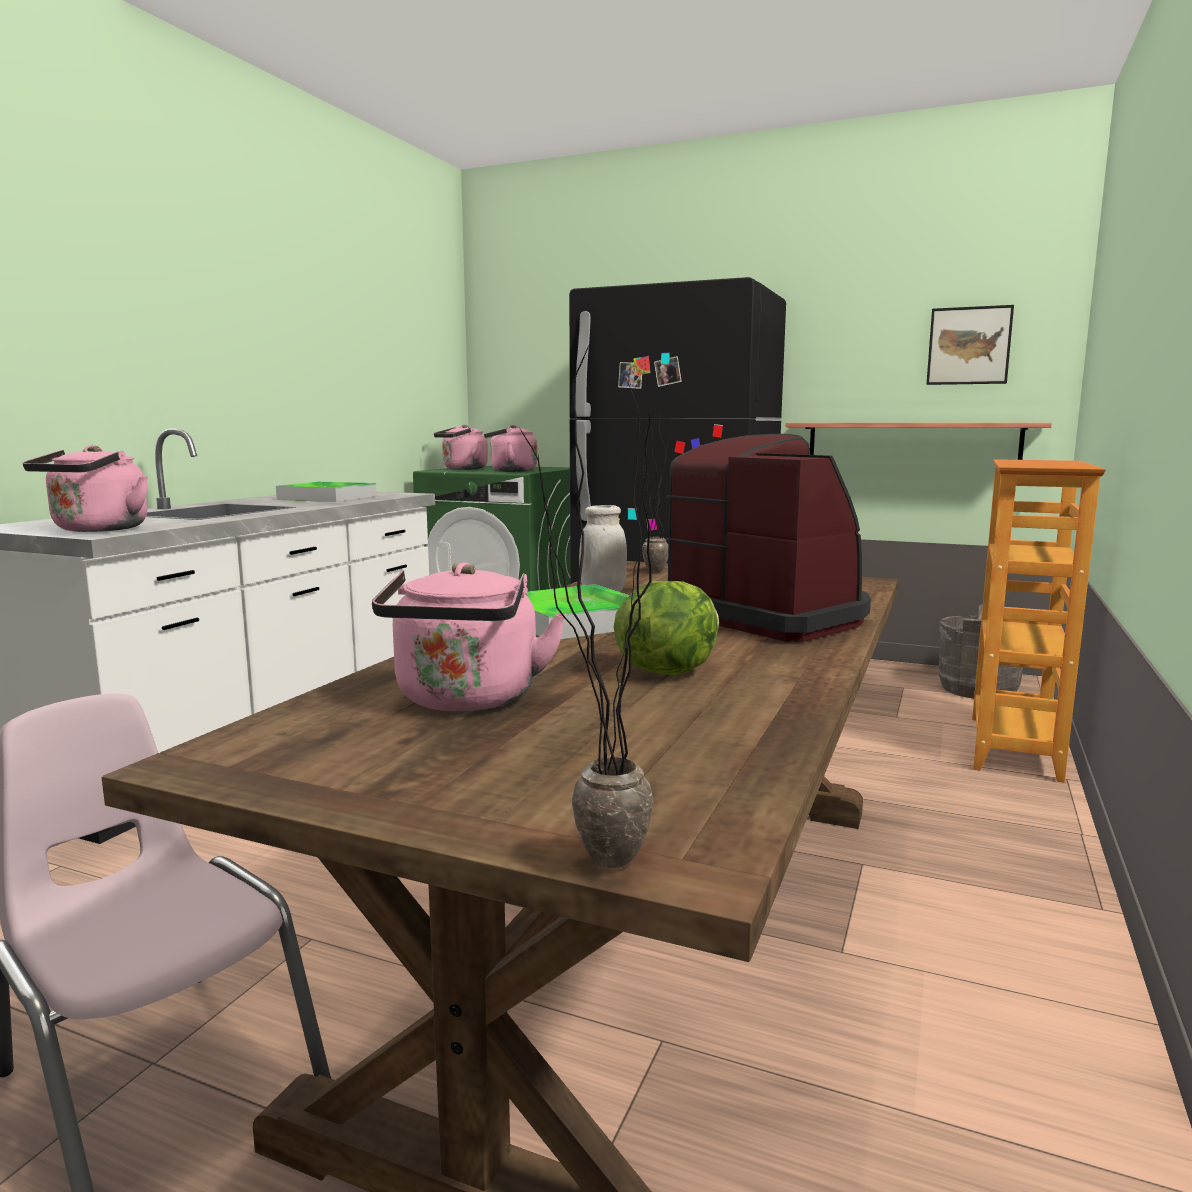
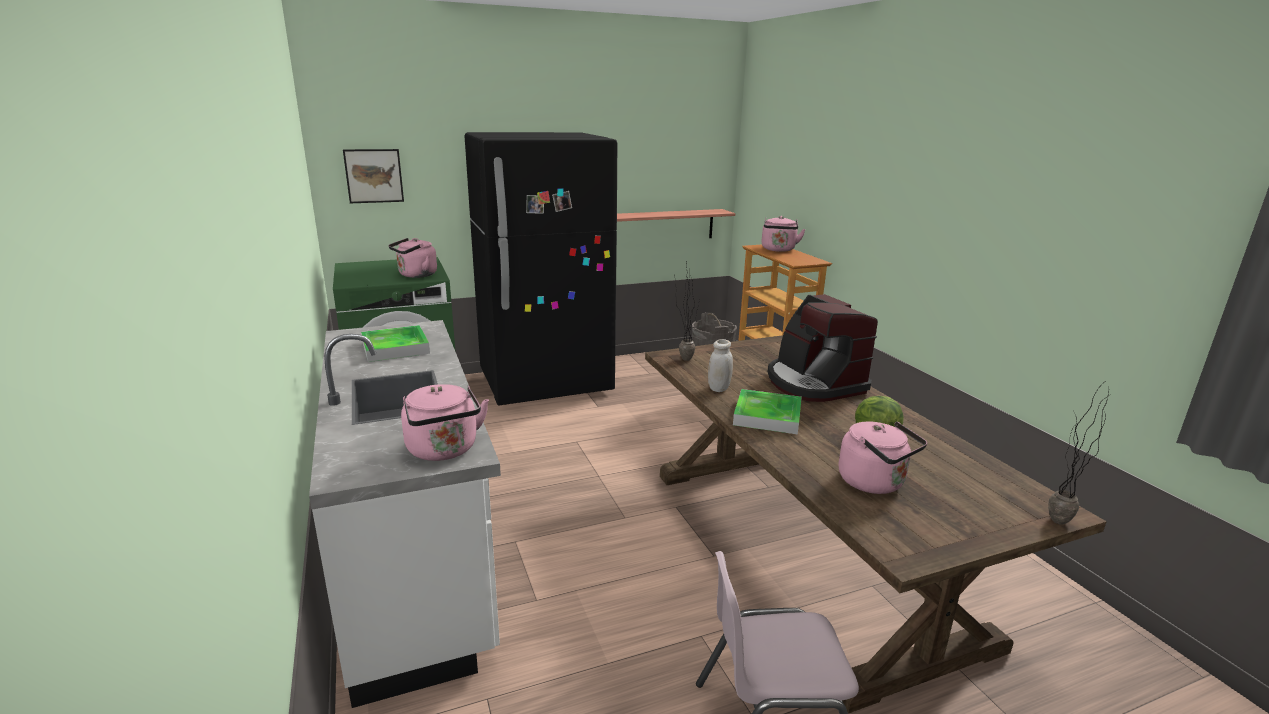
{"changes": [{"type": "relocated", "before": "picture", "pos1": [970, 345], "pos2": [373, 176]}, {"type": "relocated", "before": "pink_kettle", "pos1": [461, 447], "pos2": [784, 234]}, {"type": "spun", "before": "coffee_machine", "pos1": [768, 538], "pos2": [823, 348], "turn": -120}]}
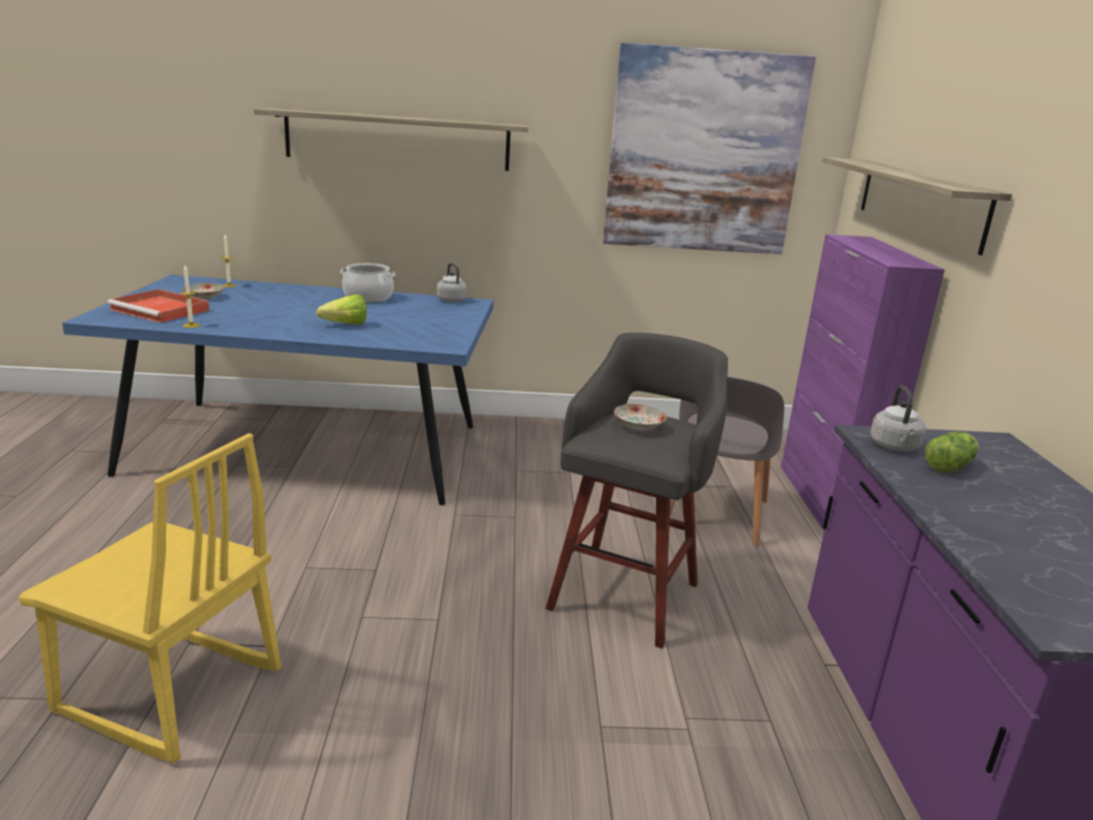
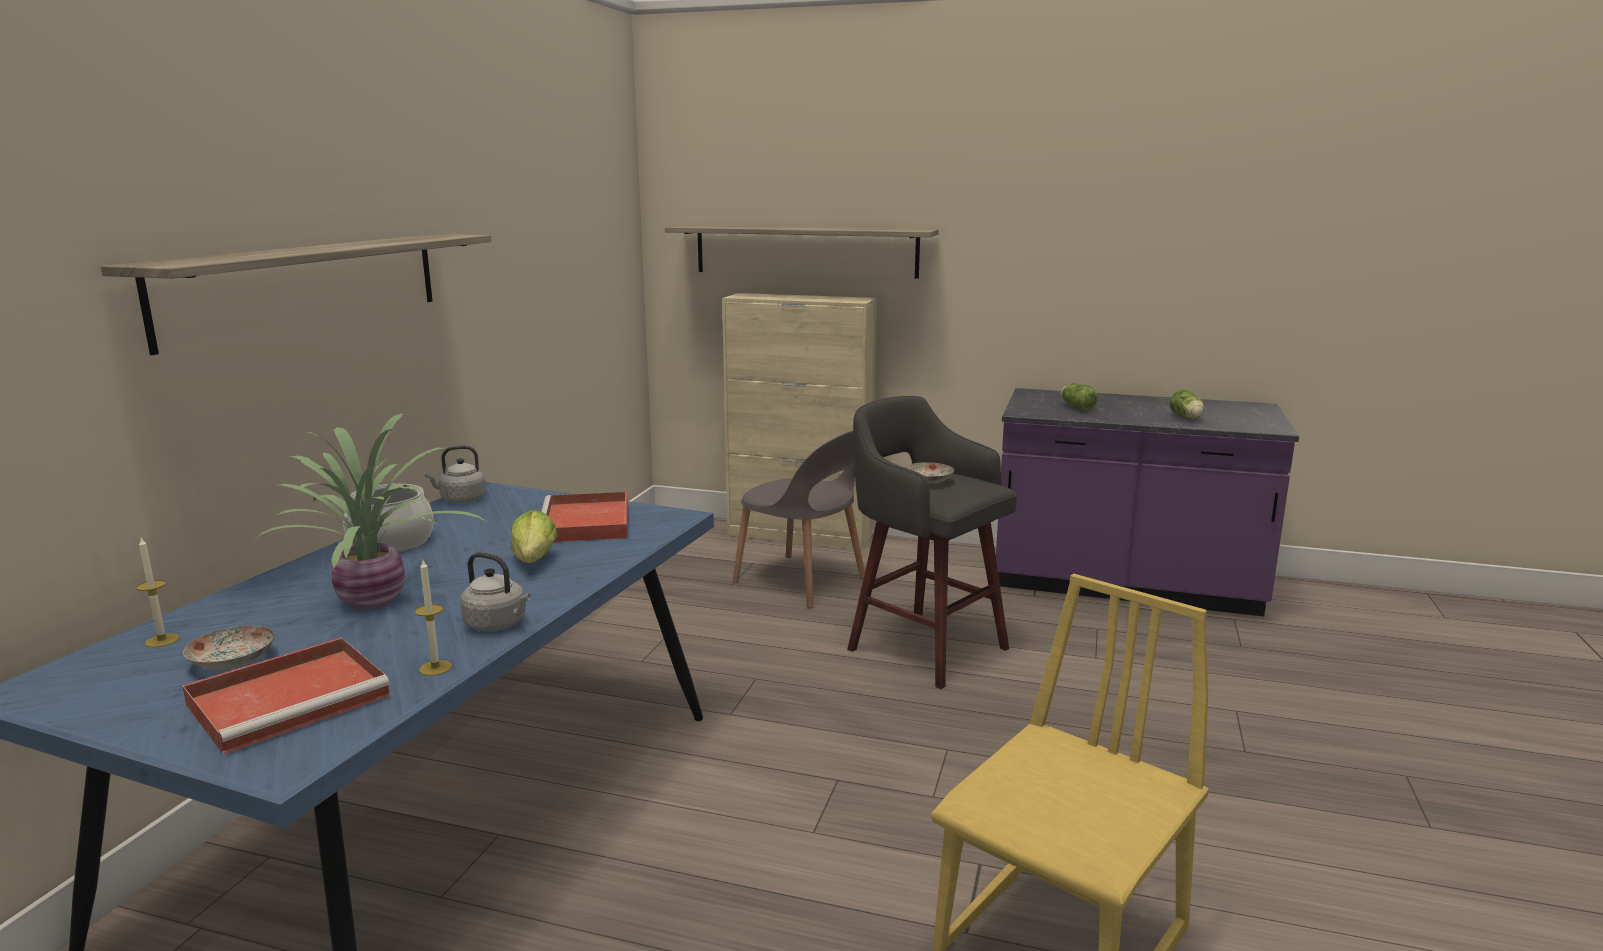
{"changes": [{"type": "missing", "before": "picture", "pos1": [709, 148]}, {"type": "colour", "before": "purple_cabinet", "after": "beige_cabinet", "pos1": [863, 382], "pos2": [799, 421]}, {"type": "relocated", "before": "grey_kettle", "pos1": [898, 418], "pos2": [495, 591]}, {"type": "appeared", "after": "lettuce", "pos2": [1186, 404]}, {"type": "appeared", "after": "potted_plant", "pos2": [370, 511]}, {"type": "appeared", "after": "red_tray", "pos2": [585, 517]}]}
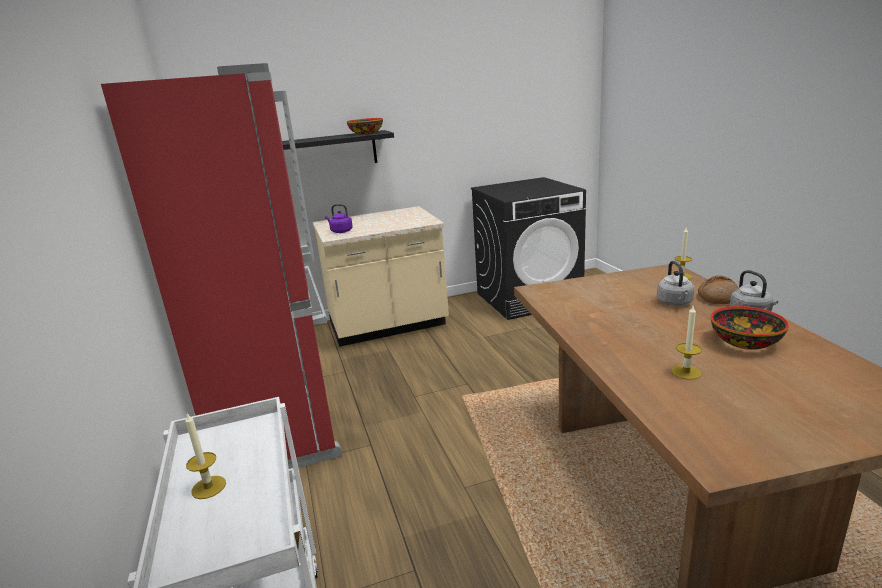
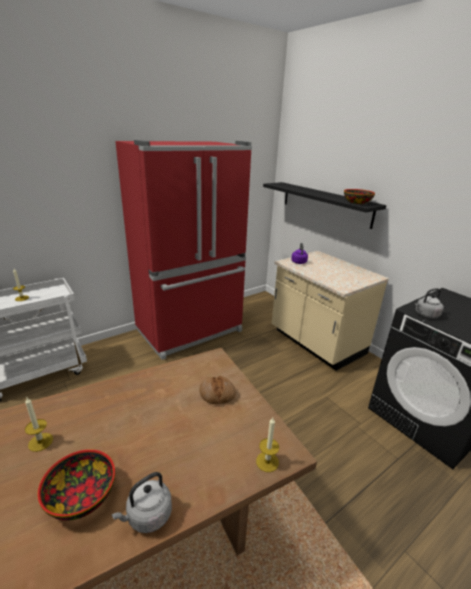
{"changes": [{"type": "relocated", "before": "grey_kettle", "pos1": [676, 283], "pos2": [429, 303]}, {"type": "relocated", "before": "bread", "pos1": [718, 290], "pos2": [217, 390]}]}
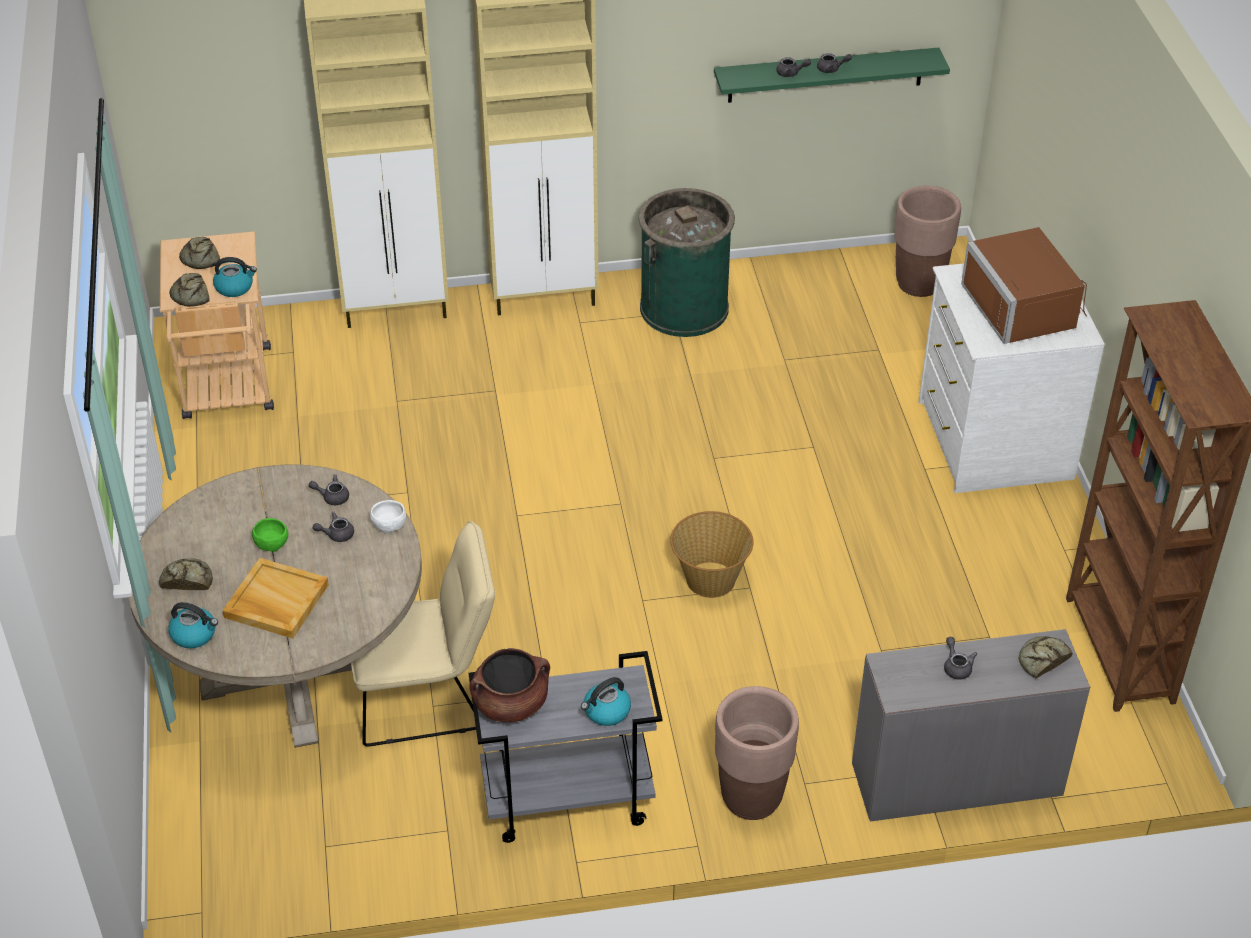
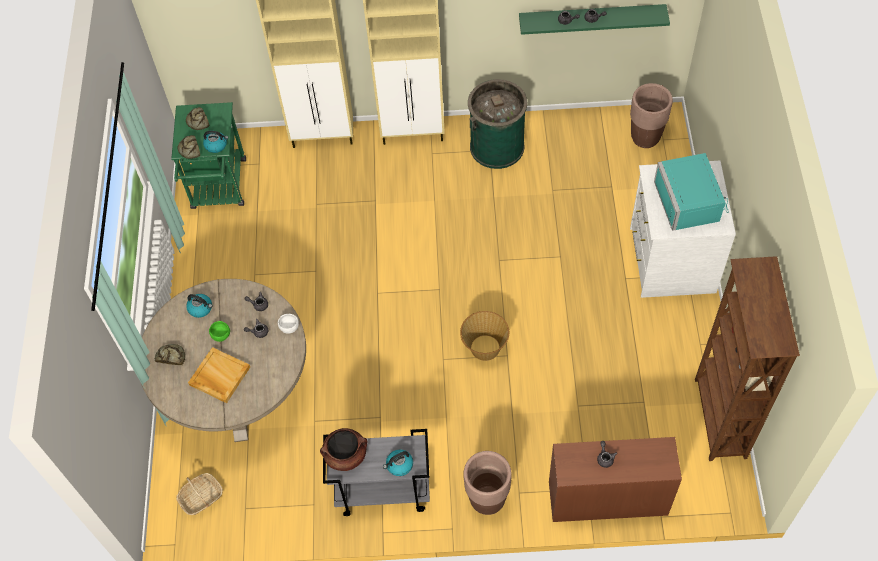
{"changes": [{"type": "colour", "before": "brown_microwave", "after": "turquoise_microwave", "pos1": [1024, 285], "pos2": [691, 192]}, {"type": "colour", "before": "beige_cart", "after": "green_cart", "pos1": [217, 325], "pos2": [208, 155]}, {"type": "missing", "before": "beige_chair", "pos1": [423, 634]}, {"type": "relocated", "before": "kettle", "pos1": [193, 625], "pos2": [199, 306]}, {"type": "colour", "before": "grey_desk", "after": "brown_desk", "pos1": [971, 725], "pos2": [615, 479]}, {"type": "missing", "before": "bread", "pos1": [1046, 657]}, {"type": "appeared", "after": "basket", "pos2": [199, 494]}]}
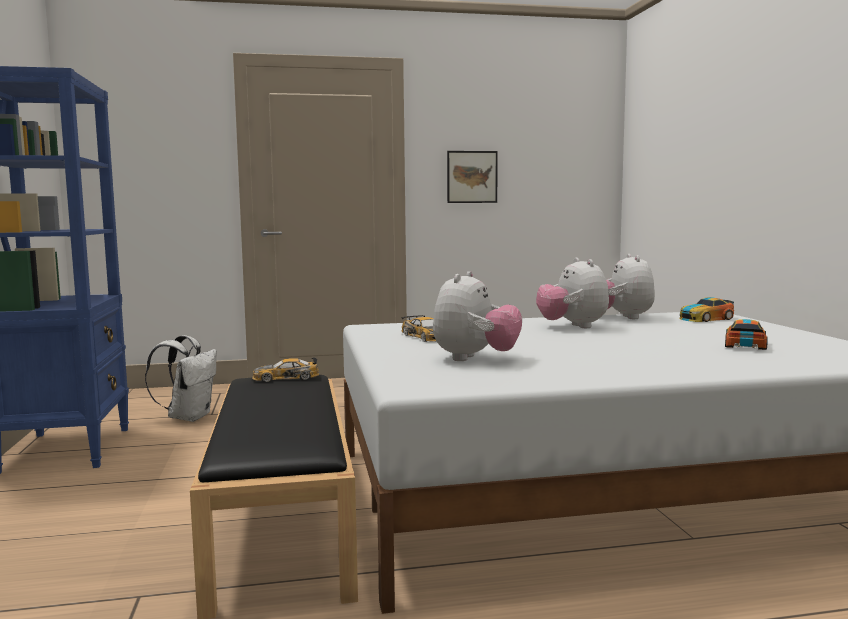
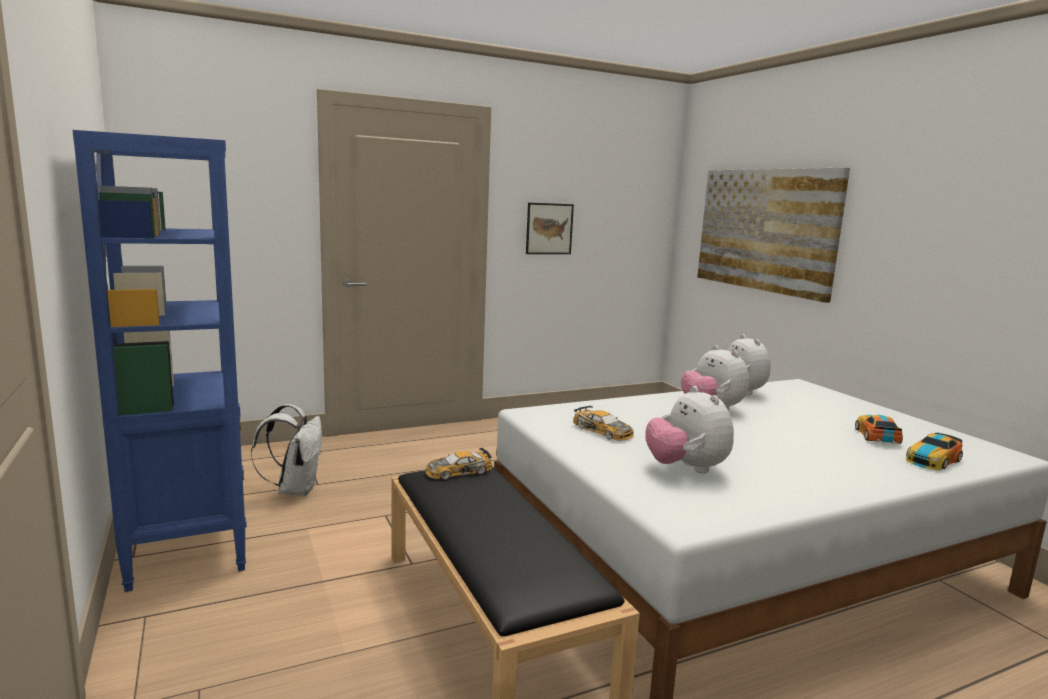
{"changes": [{"type": "spun", "before": "plush_toy", "pos1": [477, 316], "pos2": [689, 429], "turn": 150}, {"type": "relocated", "before": "toy_car", "pos1": [706, 309], "pos2": [934, 451]}, {"type": "appeared", "after": "picture", "pos2": [773, 235]}]}
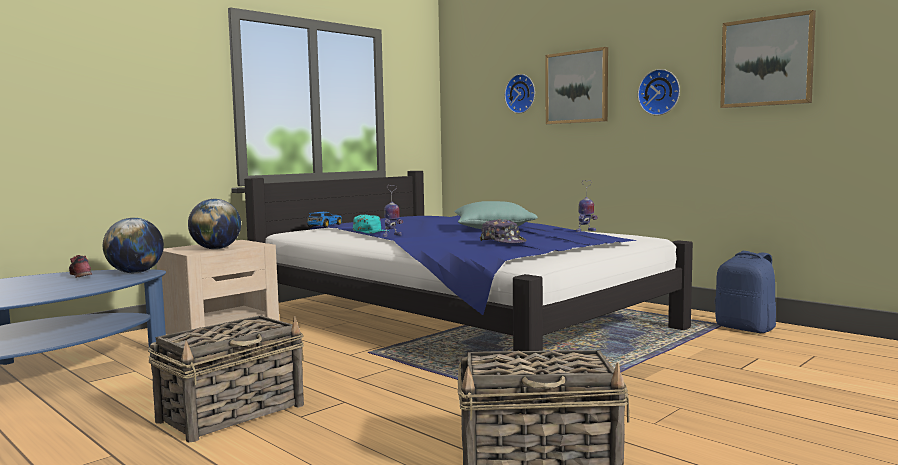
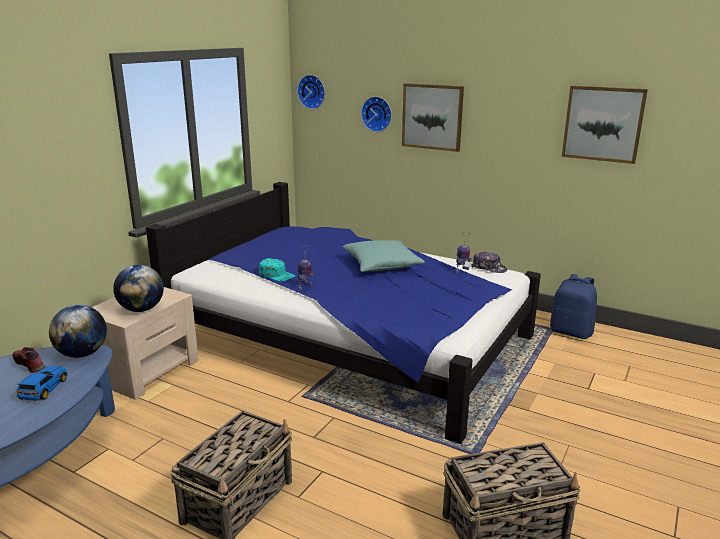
{"changes": [{"type": "relocated", "before": "wall_clock", "pos1": [659, 92], "pos2": [311, 92]}, {"type": "relocated", "before": "toy_car", "pos1": [324, 219], "pos2": [42, 383]}, {"type": "relocated", "before": "cap", "pos1": [503, 231], "pos2": [489, 262]}]}
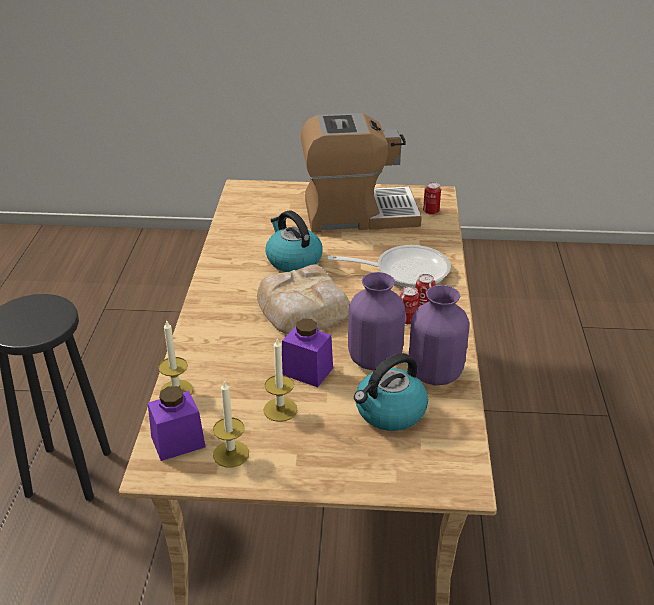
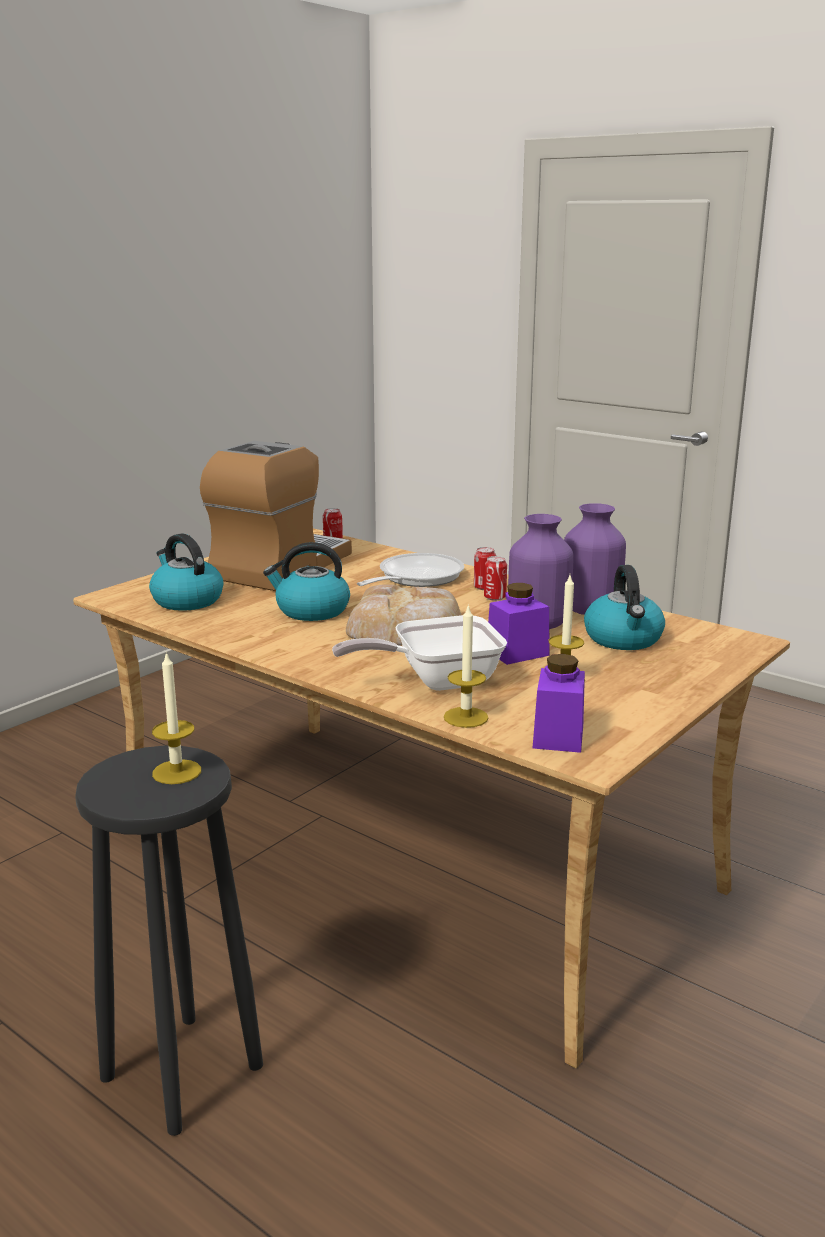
{"changes": [{"type": "relocated", "before": "candle", "pos1": [231, 424], "pos2": [176, 718]}, {"type": "appeared", "after": "kettle", "pos2": [186, 572]}, {"type": "appeared", "after": "frying_pan", "pos2": [419, 653]}]}
